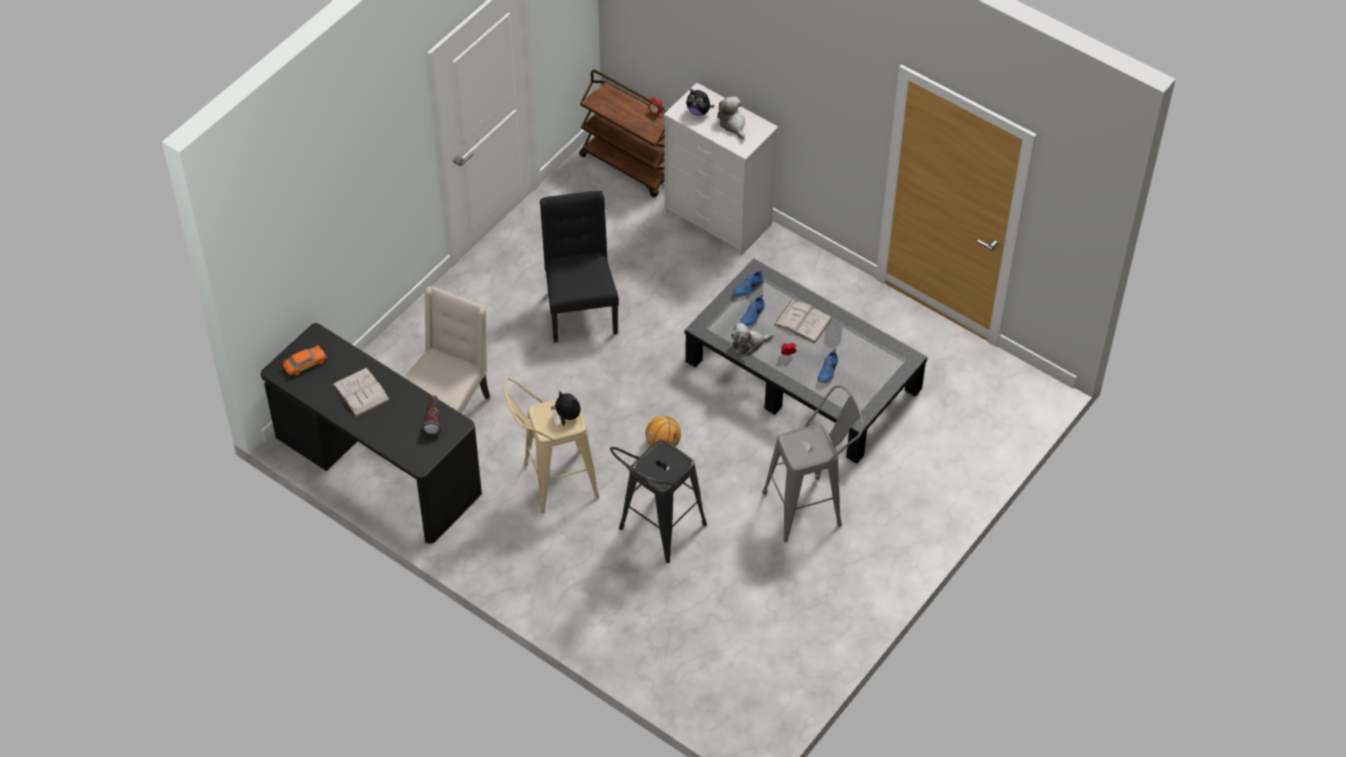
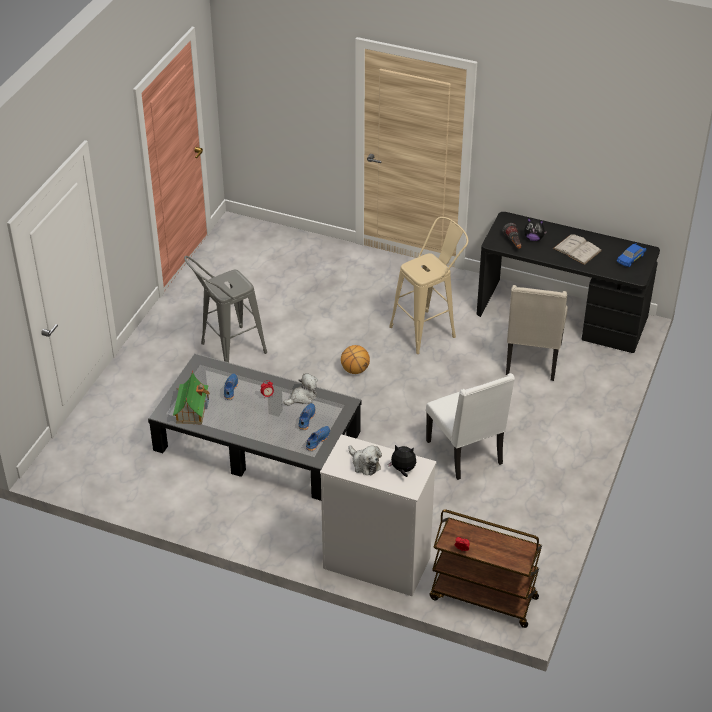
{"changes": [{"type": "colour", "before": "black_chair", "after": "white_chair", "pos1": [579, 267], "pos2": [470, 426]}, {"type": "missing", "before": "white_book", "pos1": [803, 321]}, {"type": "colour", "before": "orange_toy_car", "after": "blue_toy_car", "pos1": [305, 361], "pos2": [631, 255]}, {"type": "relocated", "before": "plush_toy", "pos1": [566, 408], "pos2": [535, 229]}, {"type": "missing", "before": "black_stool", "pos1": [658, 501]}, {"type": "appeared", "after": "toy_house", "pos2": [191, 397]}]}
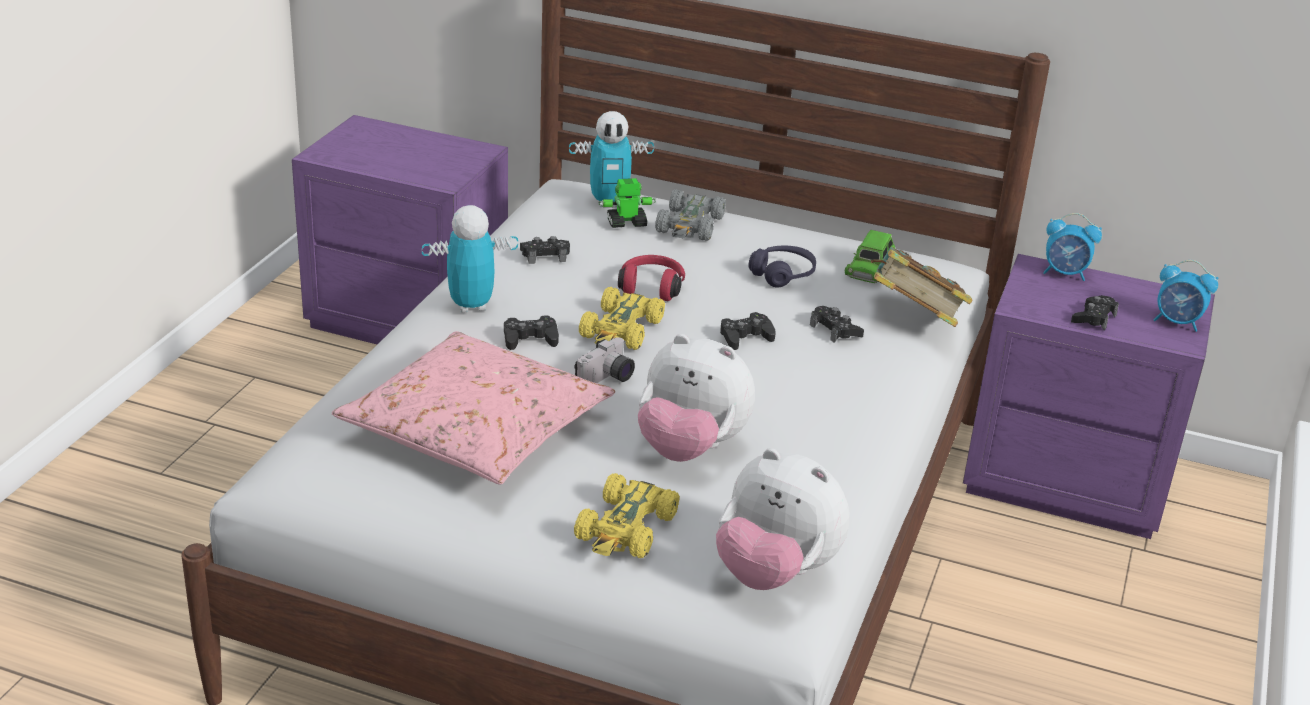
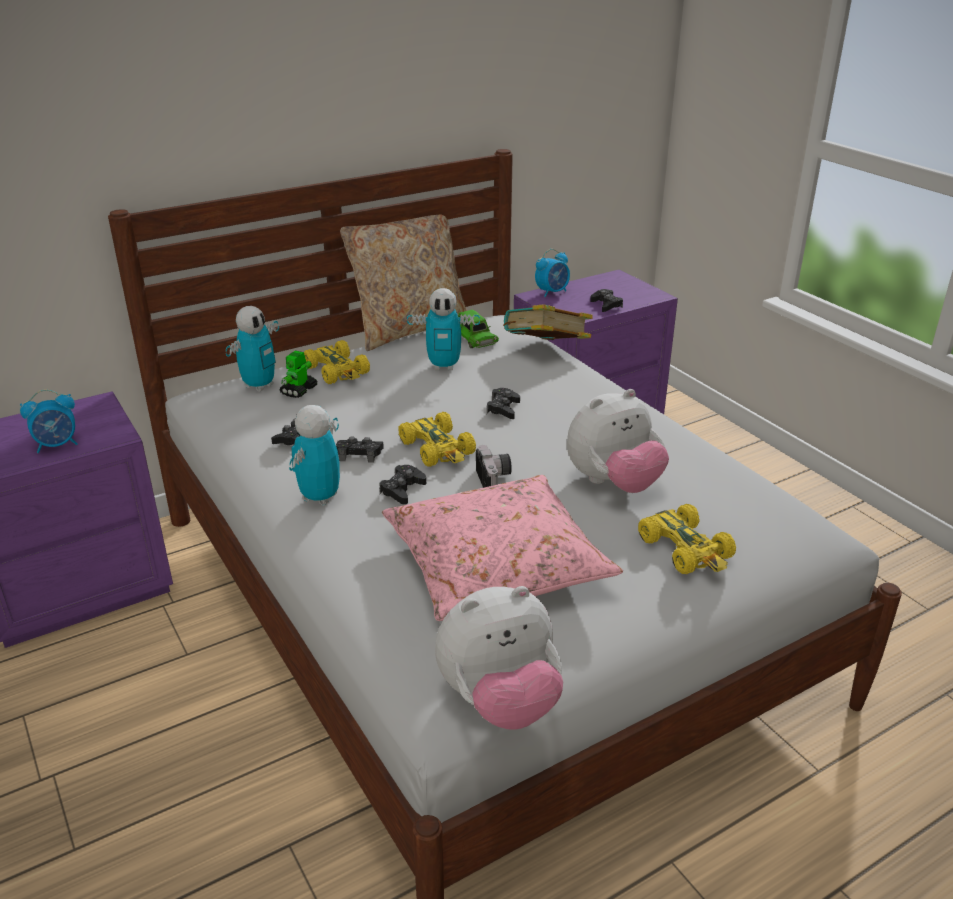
{"changes": [{"type": "colour", "before": "grey_toy_car", "after": "yellow_toy_car", "pos1": [690, 215], "pos2": [337, 362]}, {"type": "exchanged", "before": "purple_headphones", "after": "toy_robot", "pos1": [782, 266], "pos2": [443, 329]}, {"type": "missing", "before": "red_headphones", "pos1": [651, 278]}, {"type": "relocated", "before": "alarm_clock", "pos1": [1186, 296], "pos2": [48, 421]}, {"type": "relocated", "before": "black_game_controller", "pos1": [837, 324], "pos2": [360, 449]}, {"type": "relocated", "before": "plush_toy", "pos1": [783, 519], "pos2": [499, 658]}, {"type": "appeared", "after": "beige_pillow", "pos2": [403, 283]}]}
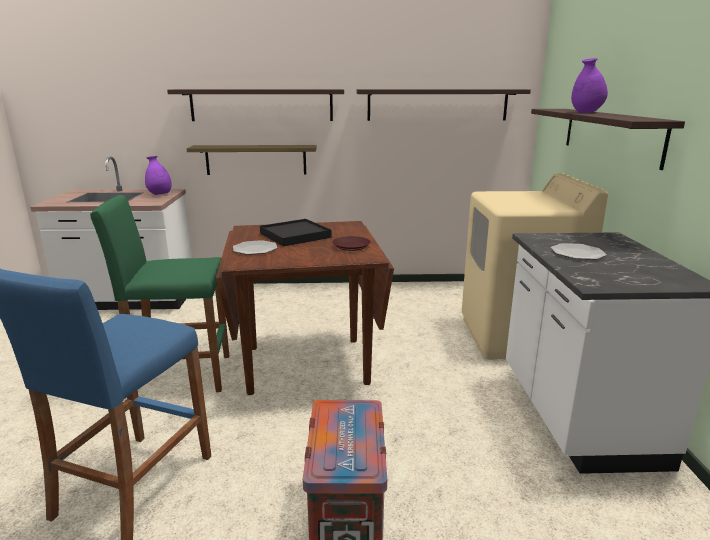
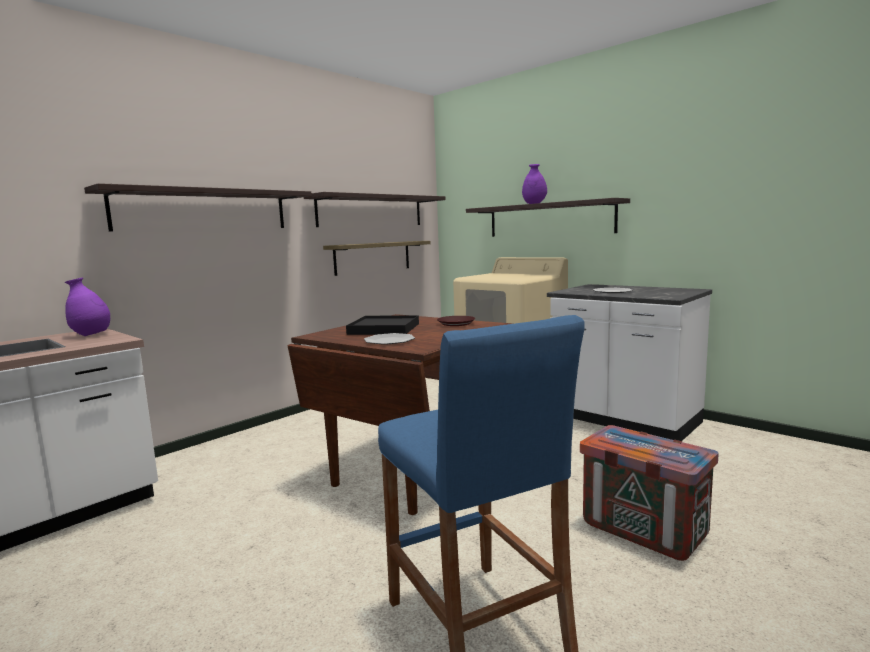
{"changes": [{"type": "relocated", "before": "shelf", "pos1": [252, 160], "pos2": [377, 258]}, {"type": "missing", "before": "green_stool", "pos1": [159, 293]}]}
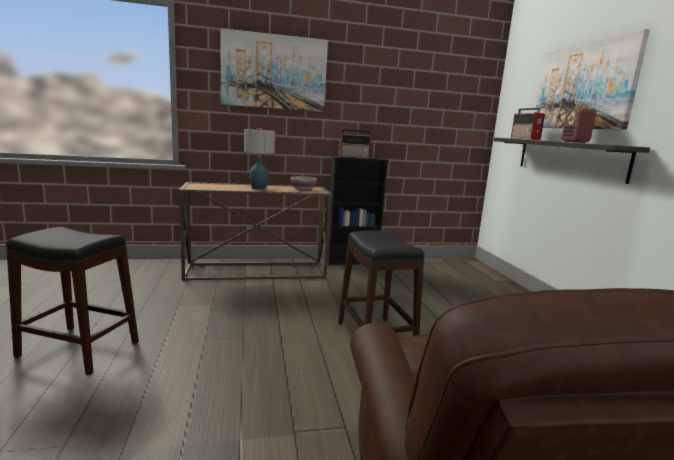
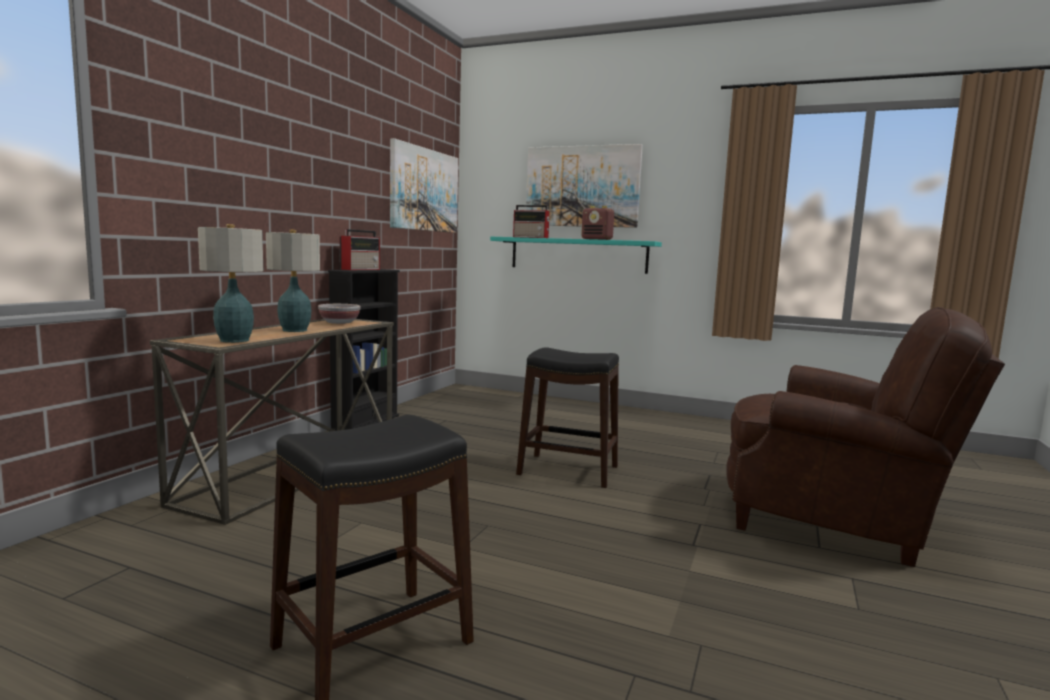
{"changes": [{"type": "relocated", "before": "picture", "pos1": [274, 70], "pos2": [424, 185]}, {"type": "colour", "before": "black_shelf", "after": "turquoise_shelf", "pos1": [572, 161], "pos2": [576, 255]}, {"type": "appeared", "after": "table_lamp", "pos2": [230, 283]}]}
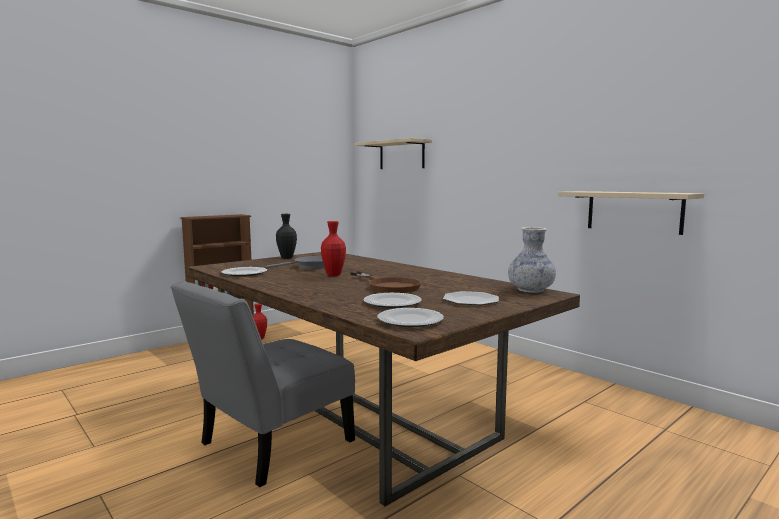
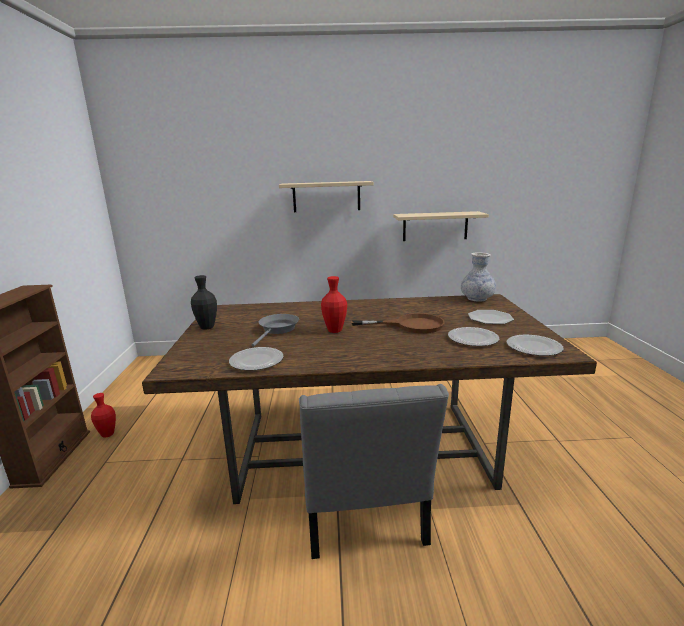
{"changes": [{"type": "relocated", "before": "beige_shelf", "pos1": [393, 153], "pos2": [326, 196]}]}
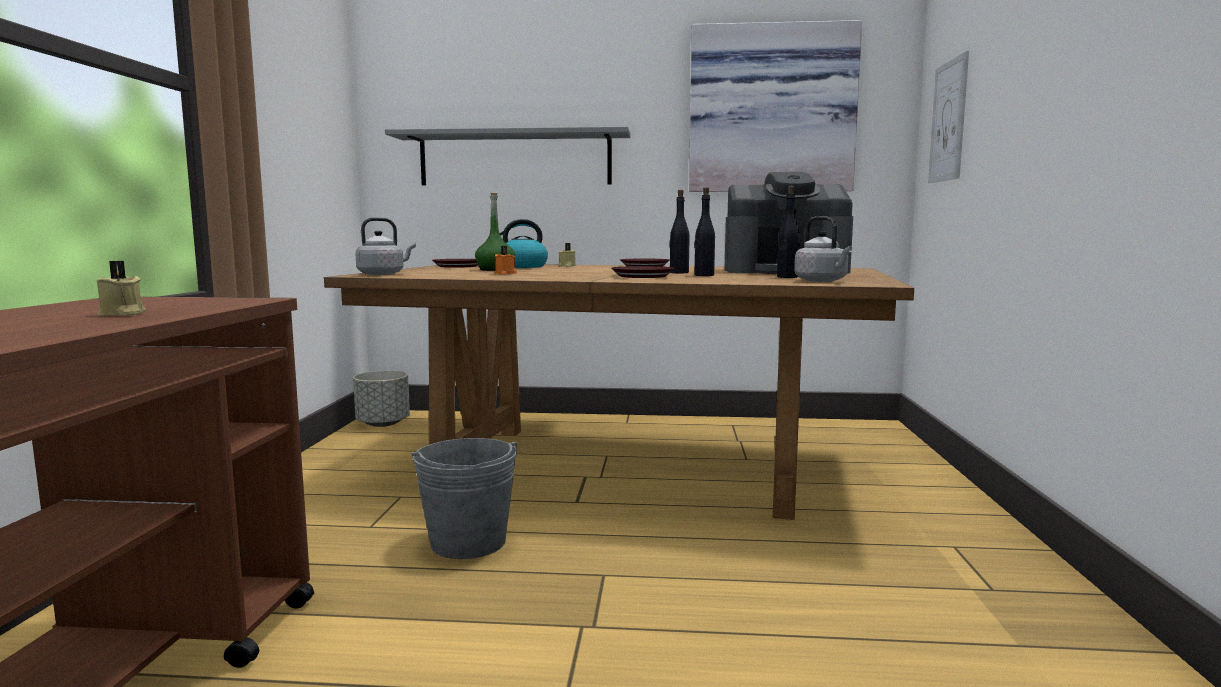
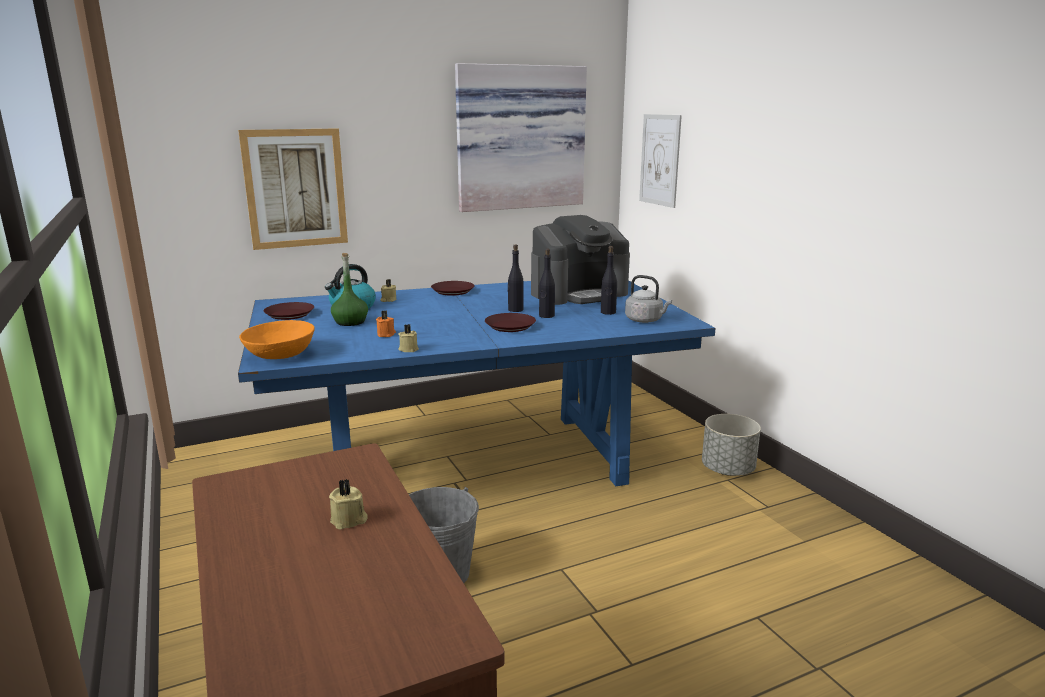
{"changes": [{"type": "exchanged", "before": "grey_shelf", "after": "picture", "pos1": [507, 156], "pos2": [293, 189]}, {"type": "exchanged", "before": "grey_kettle", "after": "orange_bowl", "pos1": [385, 246], "pos2": [277, 339]}, {"type": "colour", "before": "brown_dining_table", "after": "blue_dining_table", "pos1": [619, 392], "pos2": [477, 383]}, {"type": "relocated", "before": "grey_planter", "pos1": [381, 398], "pos2": [731, 445]}, {"type": "appeared", "after": "beige_candle", "pos2": [408, 338]}]}
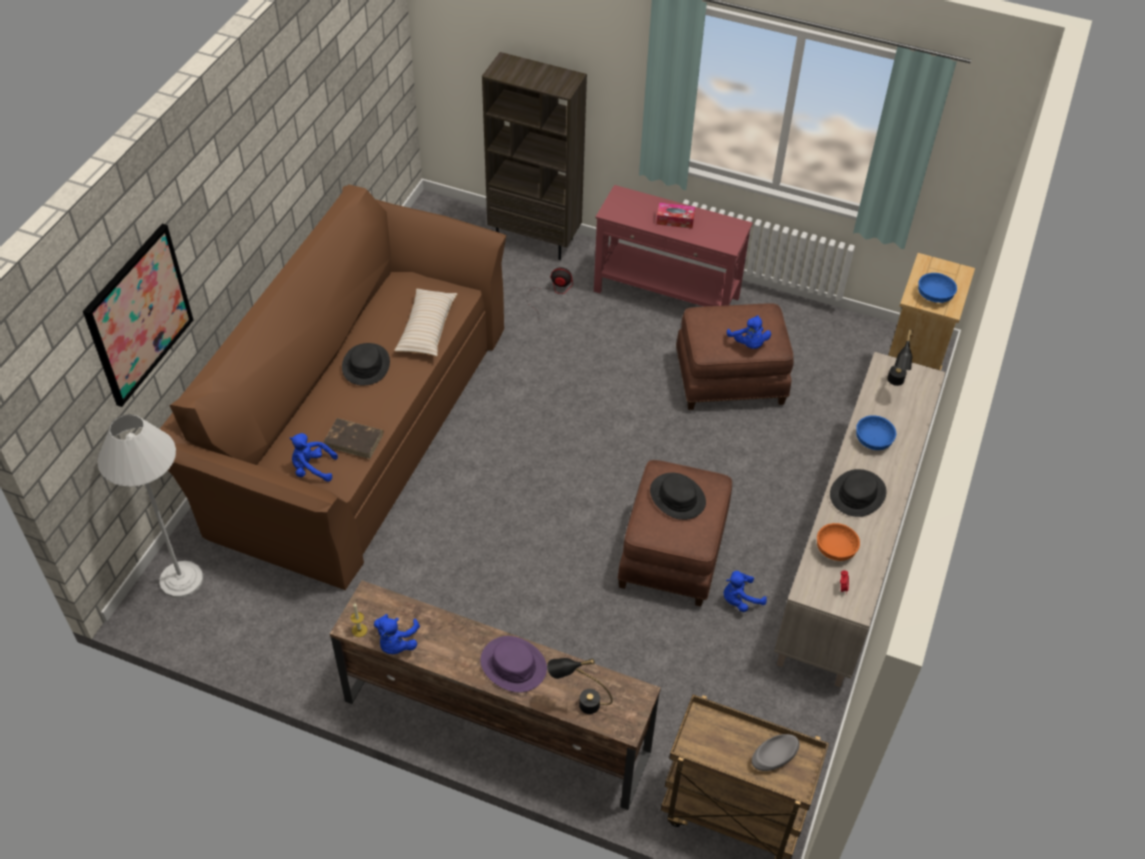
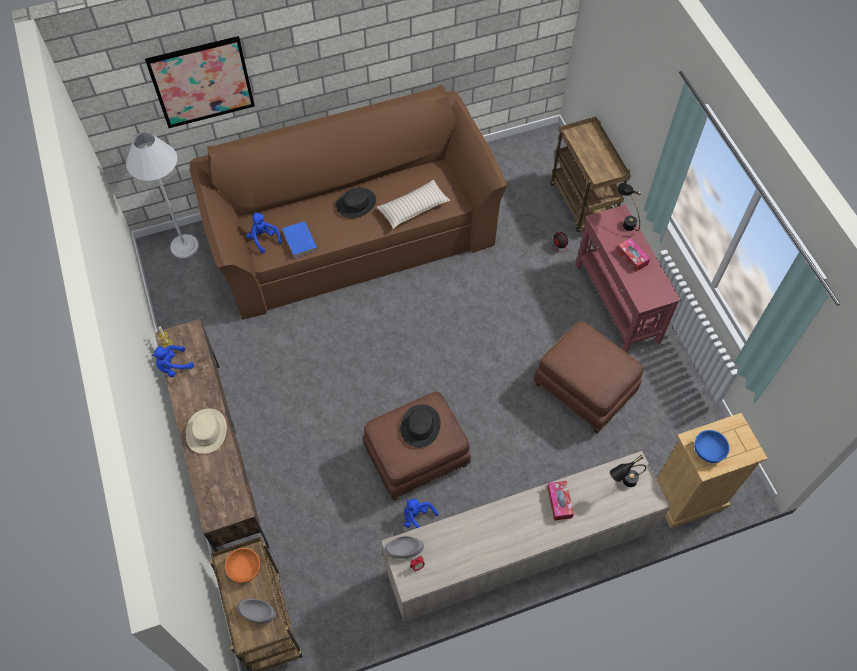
{"changes": [{"type": "exchanged", "before": "brown_bookcase", "after": "brown_cart", "pos1": [534, 156], "pos2": [590, 174]}, {"type": "missing", "before": "blue_plush_toy", "pos1": [749, 332]}, {"type": "exchanged", "before": "blue_bowl", "after": "tissue_box", "pos1": [876, 432], "pos2": [560, 501]}, {"type": "colour", "before": "brown_book", "after": "blue_book", "pos1": [353, 438], "pos2": [300, 239]}, {"type": "missing", "before": "black_hat", "pos1": [858, 493]}, {"type": "relocated", "before": "orange_bowl", "pos1": [838, 542], "pos2": [242, 565]}, {"type": "colour", "before": "purple_hat", "after": "beige_hat", "pos1": [513, 664], "pos2": [206, 431]}, {"type": "relocated", "before": "black_table_lamp", "pos1": [580, 686], "pos2": [629, 207]}, {"type": "appeared", "after": "grey_bowl", "pos2": [404, 547]}]}
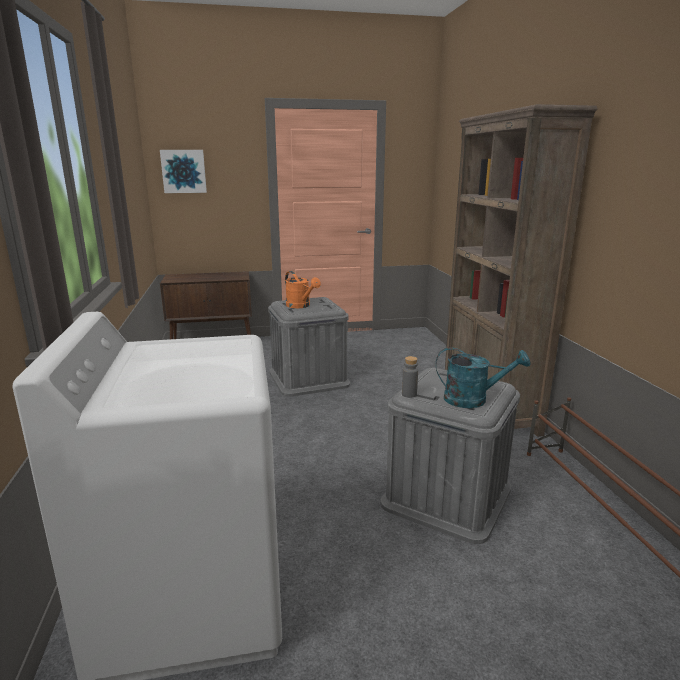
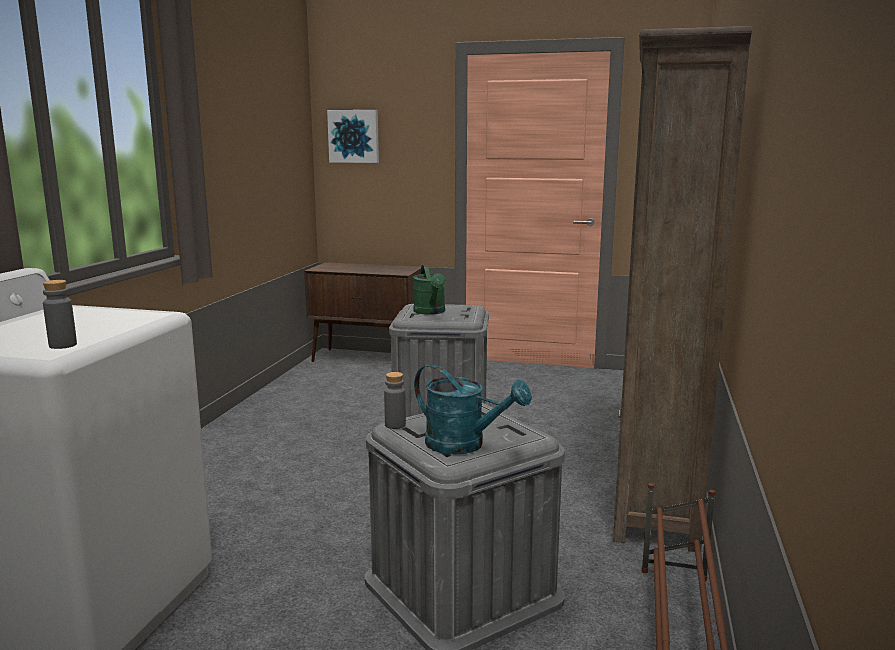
{"changes": [{"type": "colour", "before": "orange_watering_can", "after": "green_watering_can", "pos1": [303, 289], "pos2": [429, 290]}, {"type": "appeared", "after": "grey_bottle", "pos2": [60, 314]}]}
